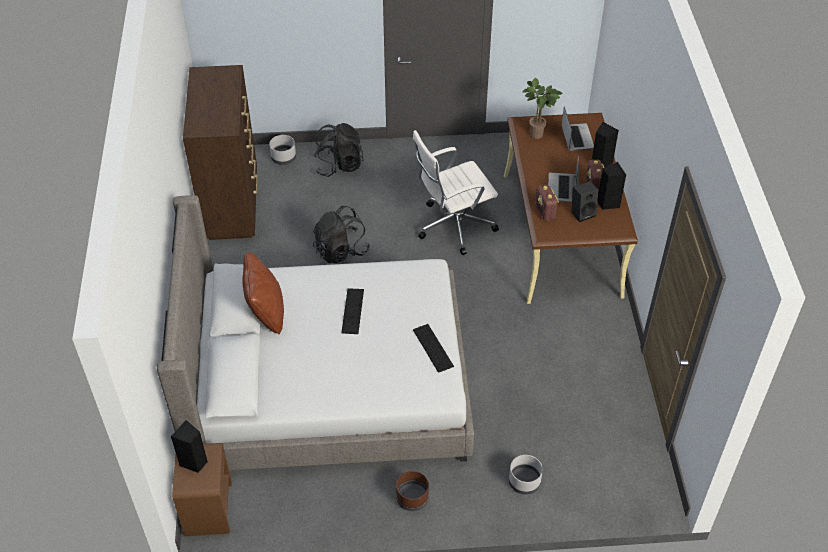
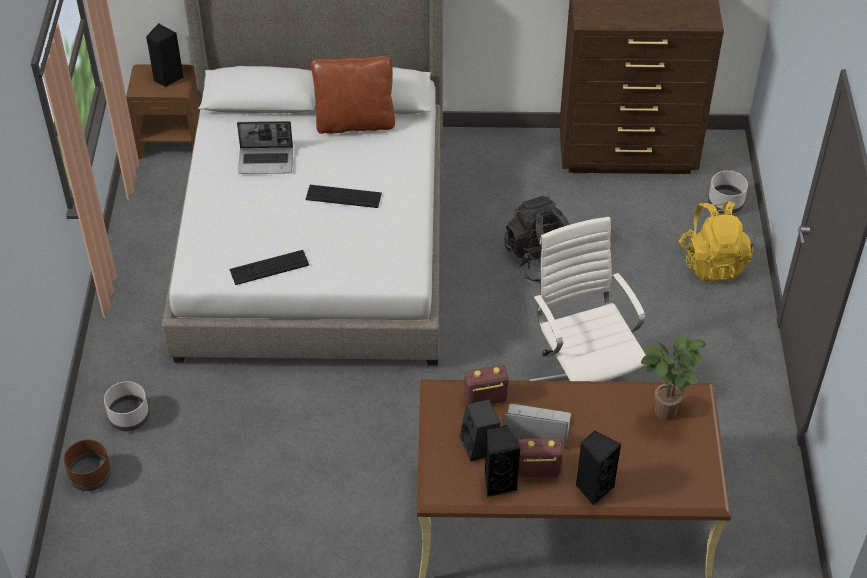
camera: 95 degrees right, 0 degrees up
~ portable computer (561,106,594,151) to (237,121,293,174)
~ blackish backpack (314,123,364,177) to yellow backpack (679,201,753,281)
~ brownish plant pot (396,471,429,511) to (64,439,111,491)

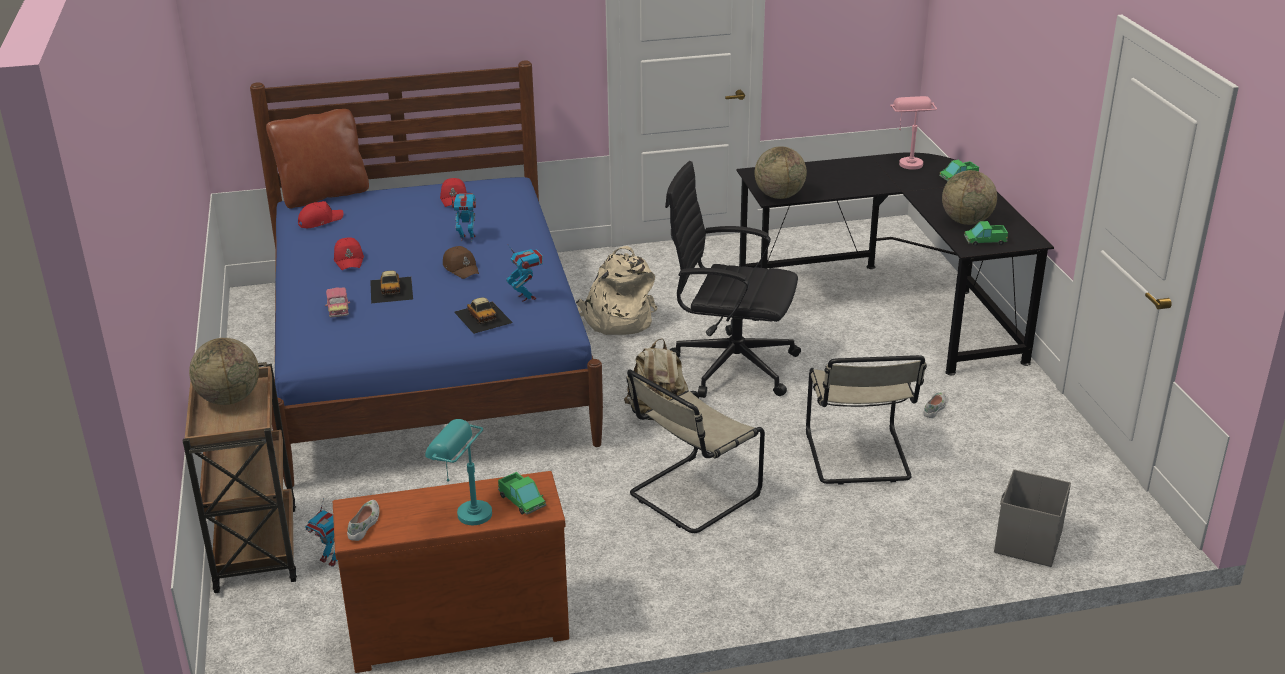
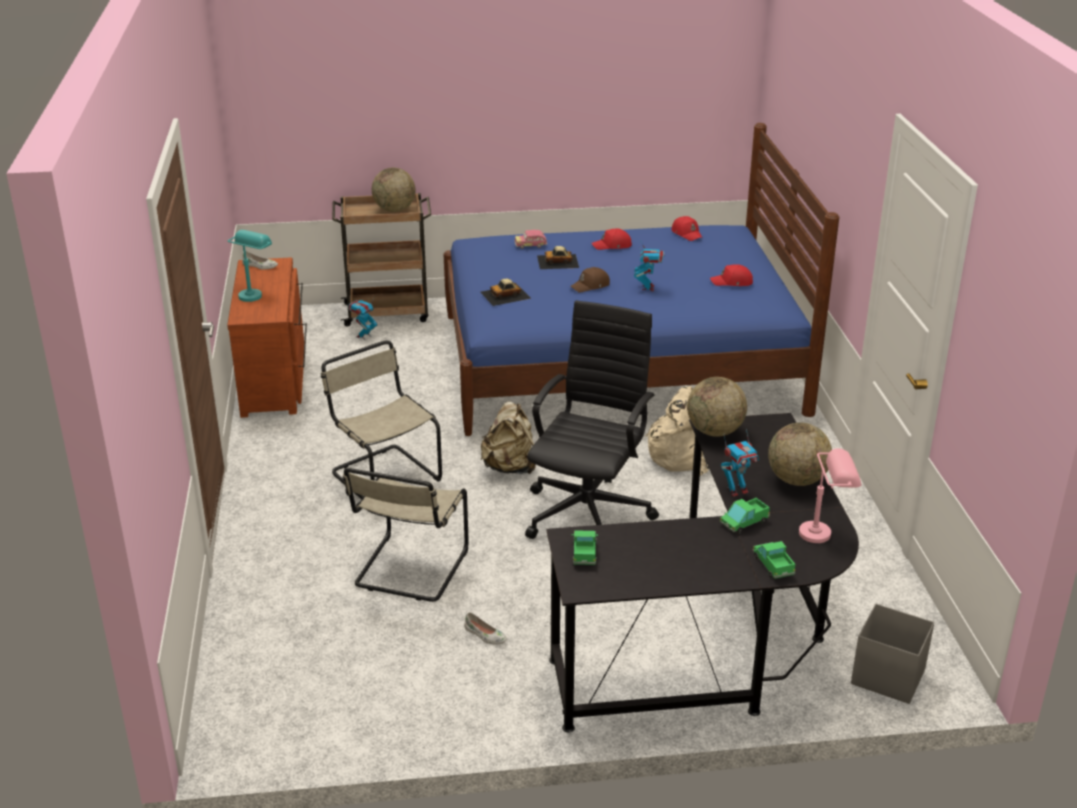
camera: 95 degrees right, 0 degrees up
- brownish cushion (266,109,369,209)
~ globe (942,170,997,225) to (768,422,832,486)
~ model robot (506,245,543,302) to (721,428,759,497)
~ beige-coloured chair (806,355,927,485) = (343,468,469,602) 75 degrees counterclockwise
~ greyish storage bin (994,469,1071,567) to (851,604,934,704)
~ model truck (498,472,546,515) to (720,498,770,533)

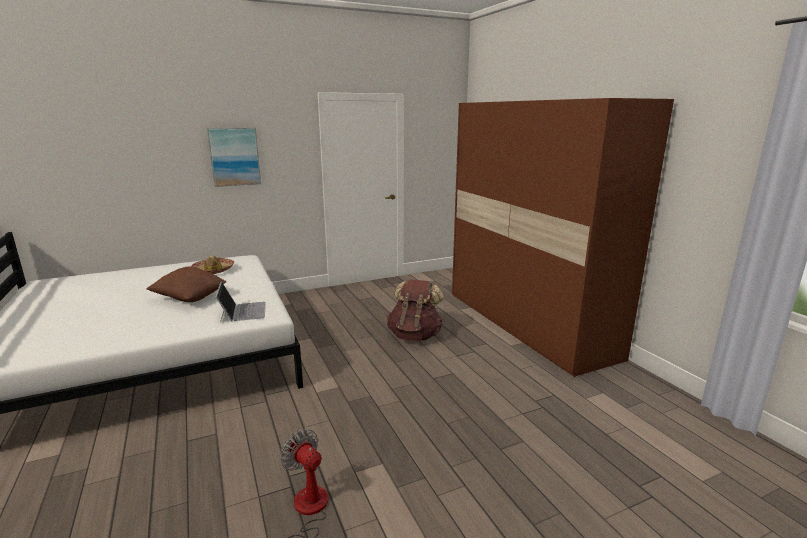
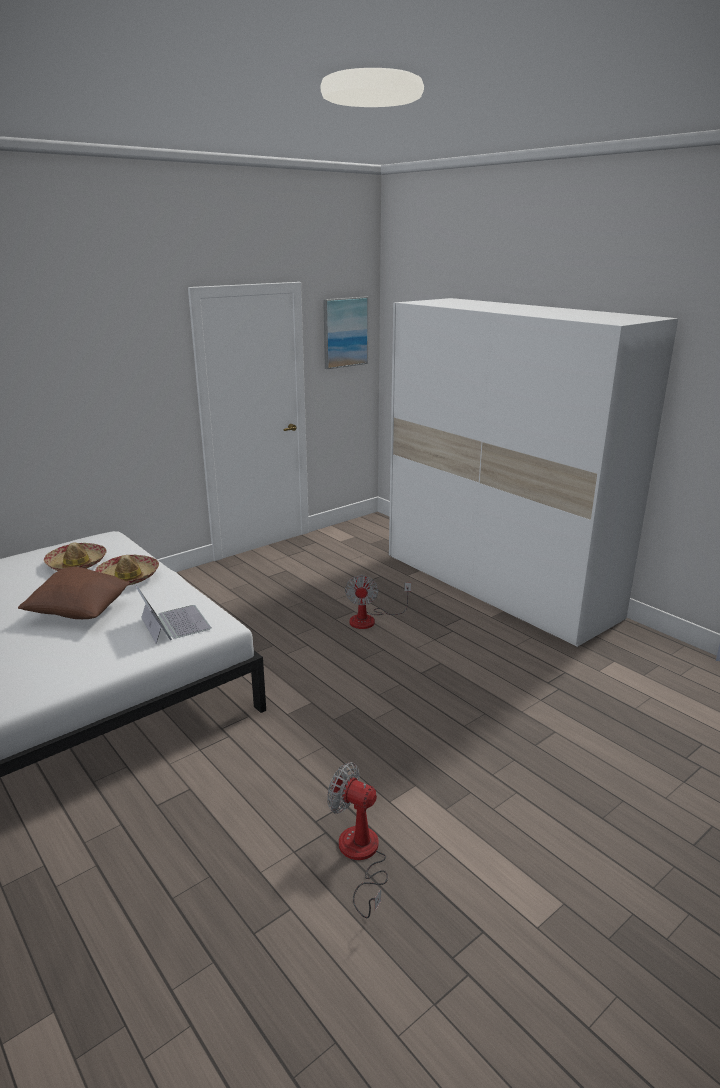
camera: 15 degrees left, 5 degrees up
~ brownish clothes cupboard (452,98,674,377) to white clothes cupboard (389,298,678,647)
~ wall picture (207,128,261,187) to (323,296,368,369)
~ brownish backpack (387,279,444,341) to fan (345,574,411,629)
+ clothing hat (95,554,159,586)

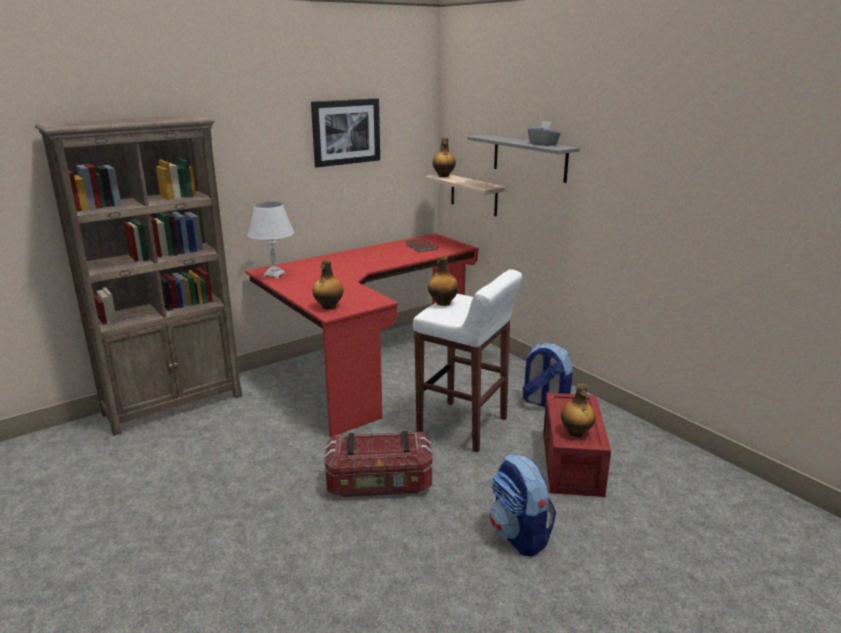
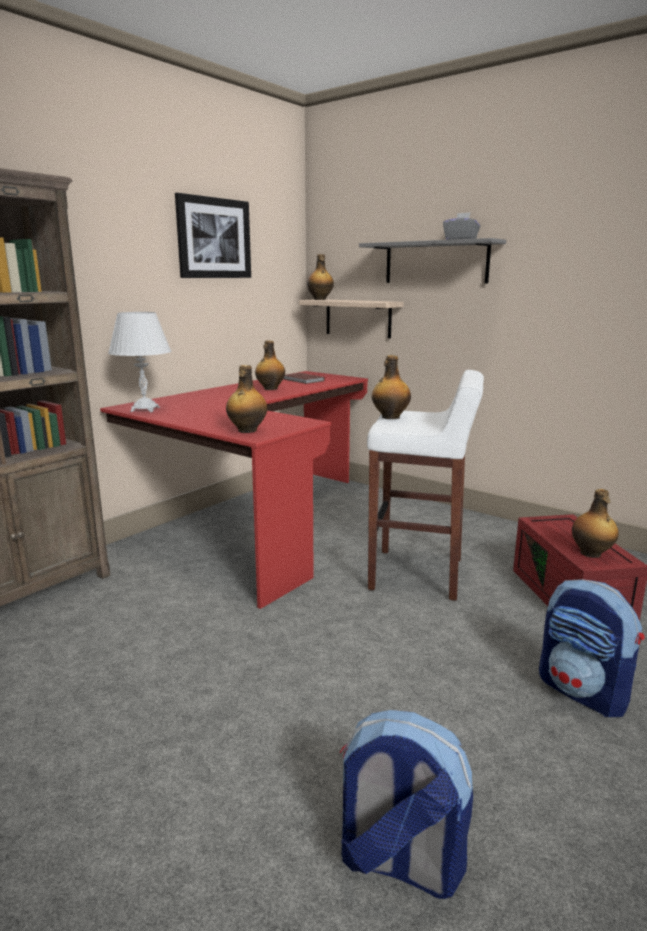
camera: 15 degrees left, 5 degrees down
~ backpack (523,343,573,407) to (339,710,473,899)
- storage bin (324,431,433,497)
+ bottle (255,341,285,390)

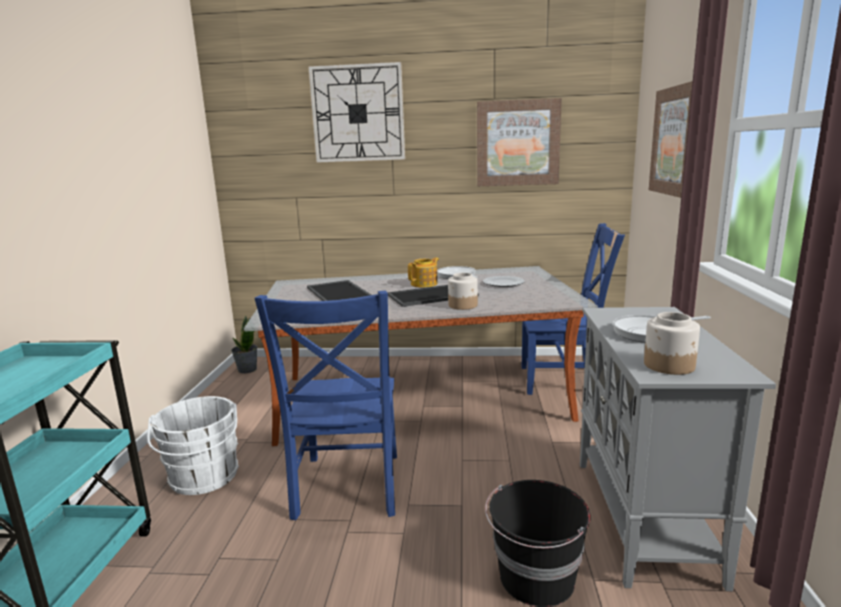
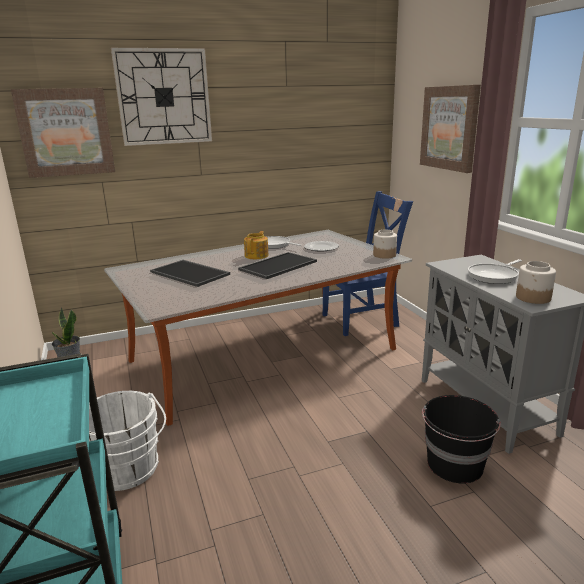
camera: 25 degrees left, 5 degrees up
~ wall picture (477,98,562,186) to (11,88,115,178)
~ preserve jar (448,273,478,310) to (373,229,397,259)
- bluish chair (255,291,397,520)

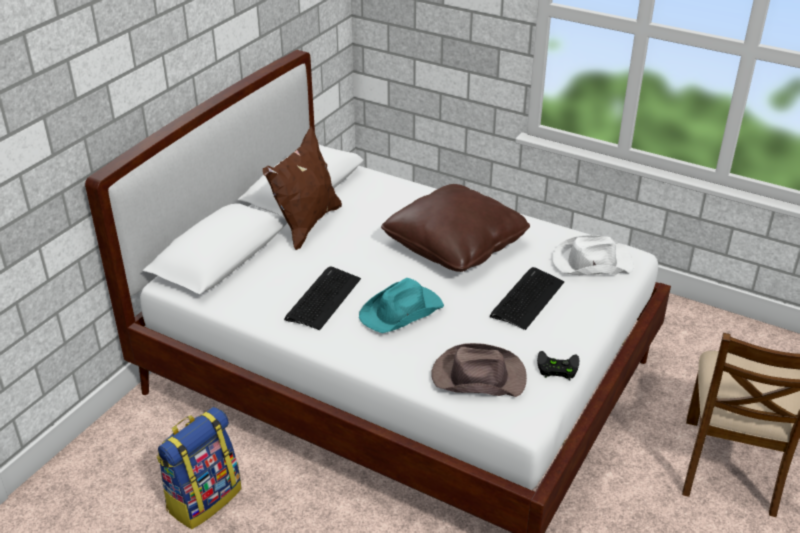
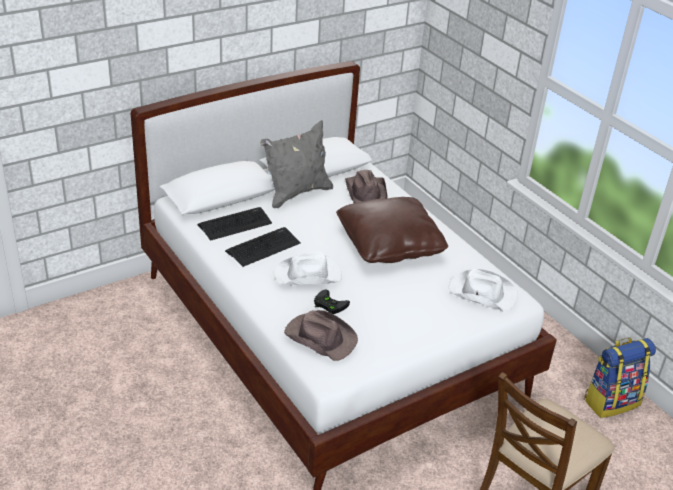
camera: 25 degrees right, 0 degrees up
~ brownish cushion (263,126,342,250) to greyish cushion (261,120,333,209)
~ keyboard (490,267,565,330) to (197,207,272,241)
~ blue-green clothing hat (359,278,444,333) to white clothing hat (274,251,342,285)
~ blackish gamepad (537,351,579,380) to (314,290,350,314)
~ backpack (157,407,242,529) to (584,338,656,418)
+ brownish clothing hat (345,170,388,203)

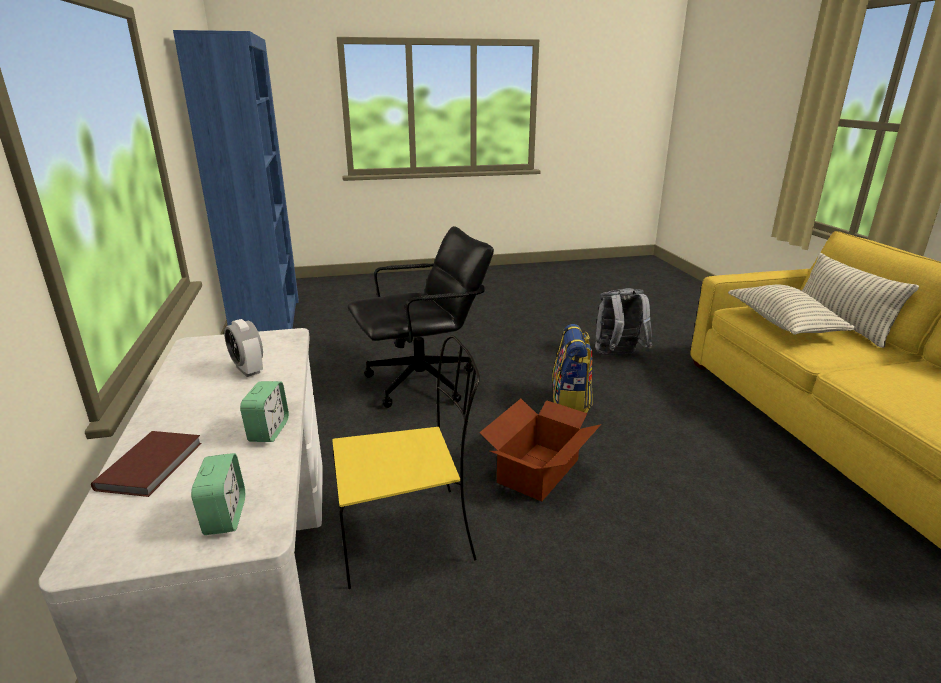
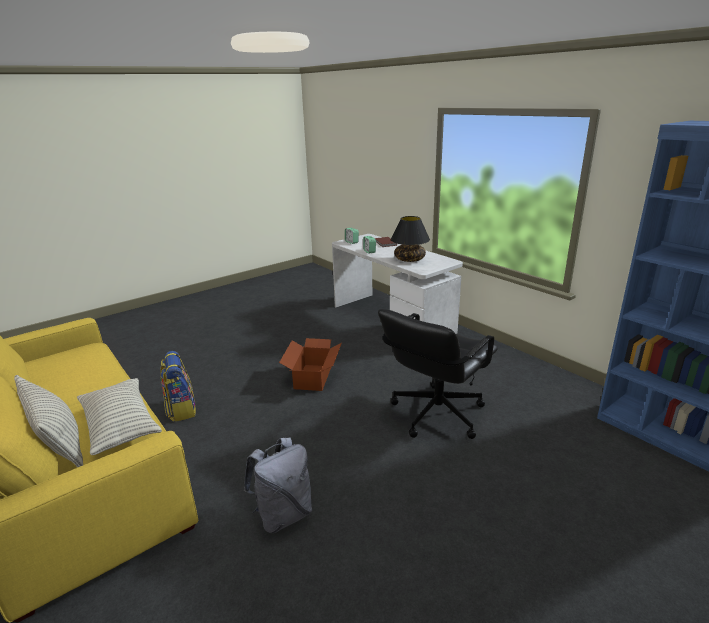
camera: 155 degrees right, 0 degrees up
~ table clock (224,319,263,377) to blackish tabletop lamp (391,216,430,262)
~ backpack (552,324,593,413) to (160,351,196,422)
- yellow chair (332,335,480,589)

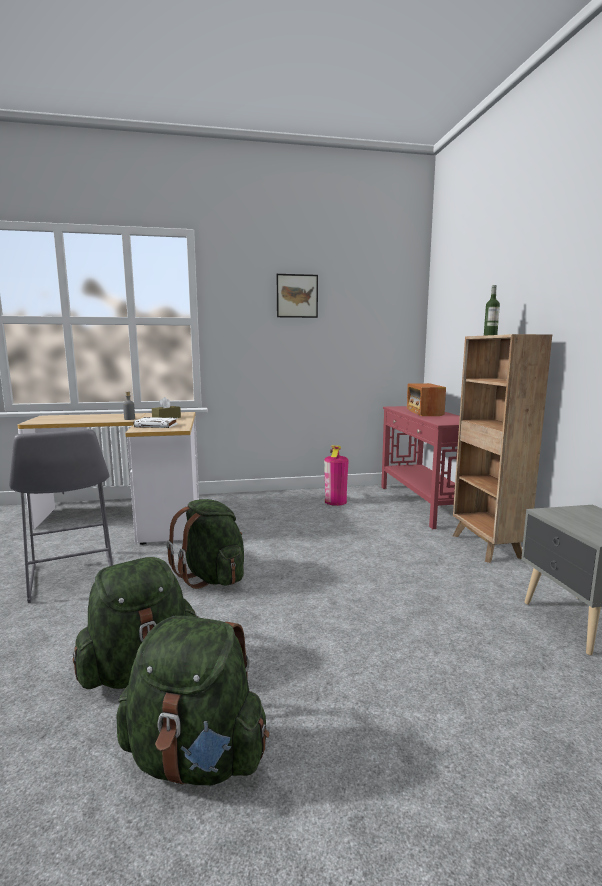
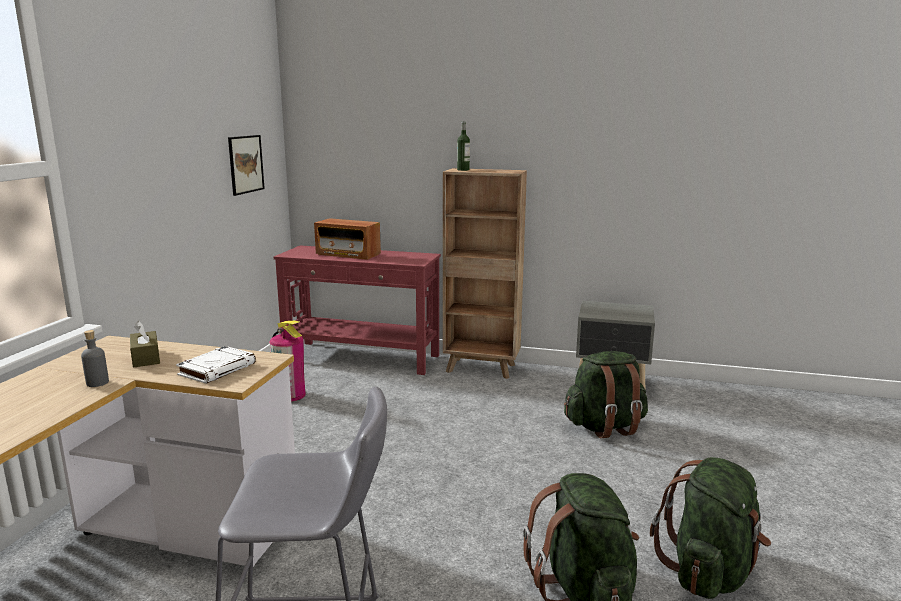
camera: 65 degrees left, 5 degrees up
~ wall picture (277,274,318,318) to (228,135,265,196)
~ green-coloured backpack (166,499,244,589) to (564,351,648,438)

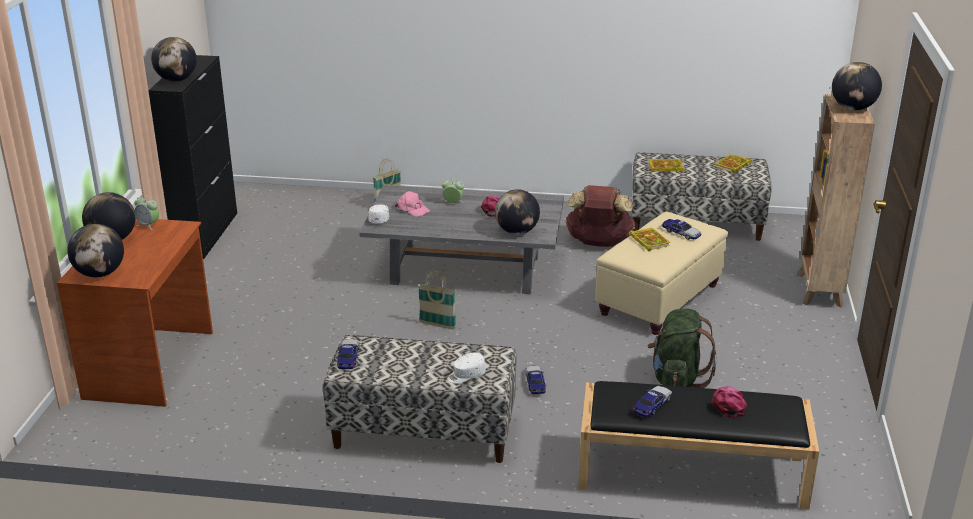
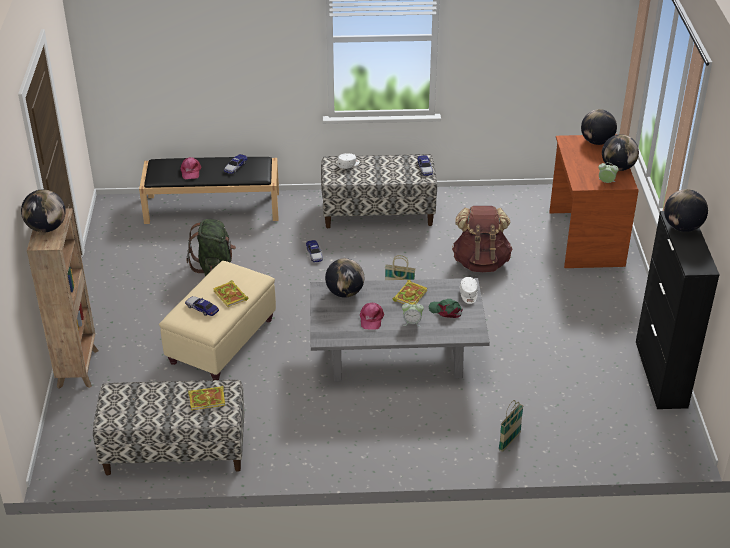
camera: 170 degrees right, 10 degrees up
~ bound book (715,154,752,173) to (393,280,427,305)
~ brownish backpack (566,185,635,247) to (452,206,513,272)
~ pink cap (395,191,430,216) to green-coloured cap (429,299,463,318)

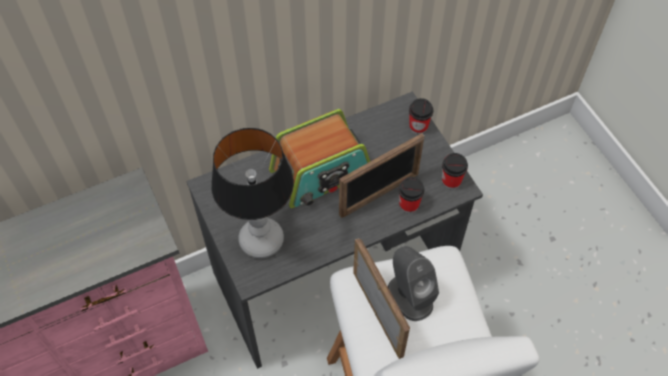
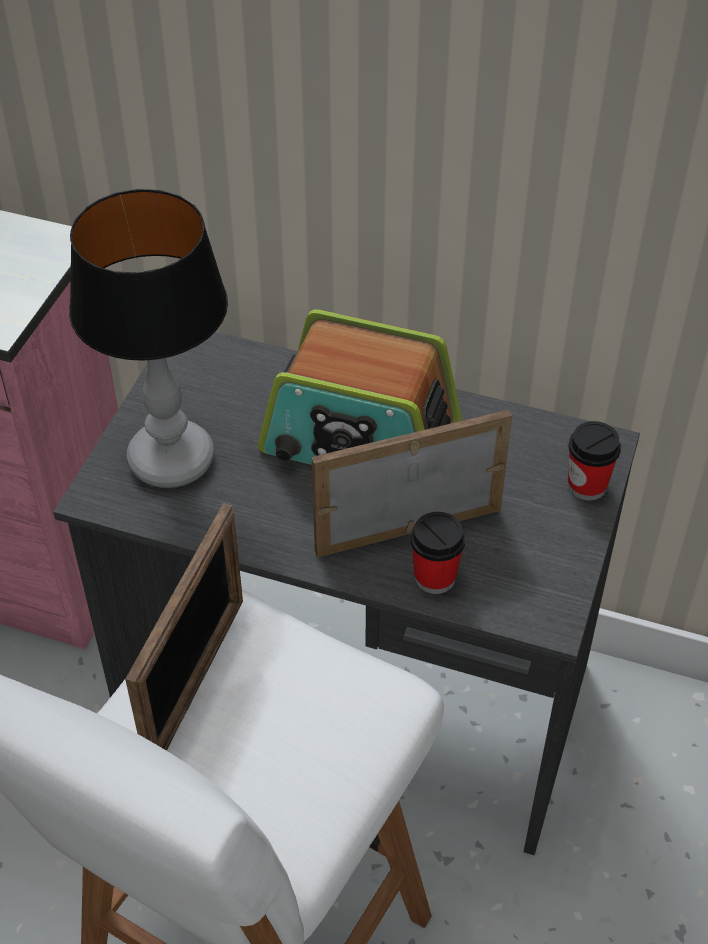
camera: 45 degrees right, 10 degrees down
~ standing frame (339,133,424,218) = (312,410,512,558) 150 degrees clockwise
- cup (442,153,468,190)
- greyish audio speaker (388,246,439,321)

